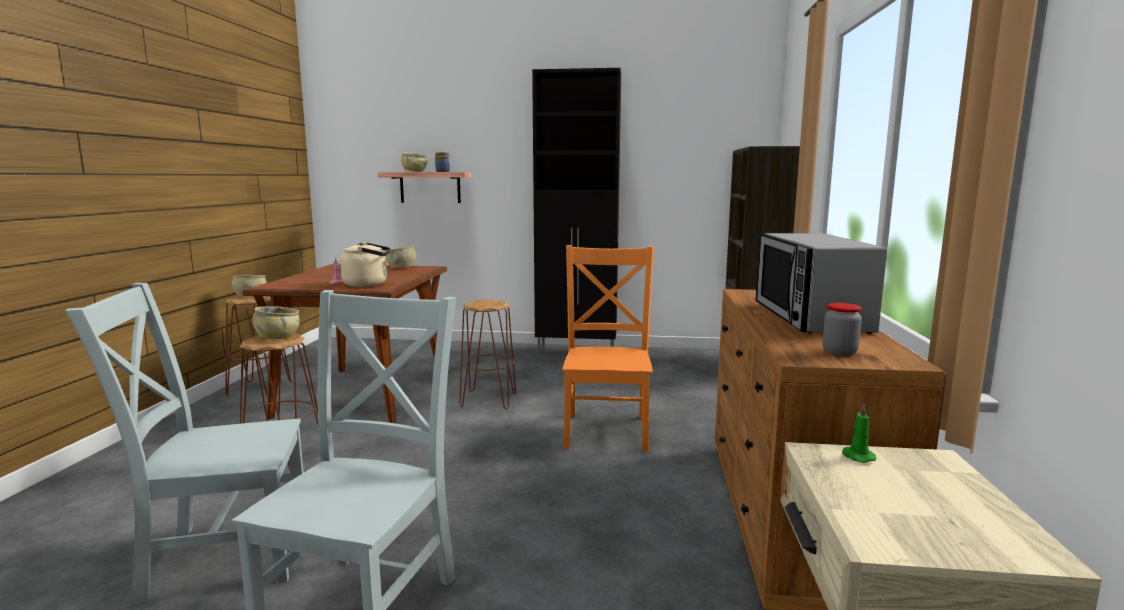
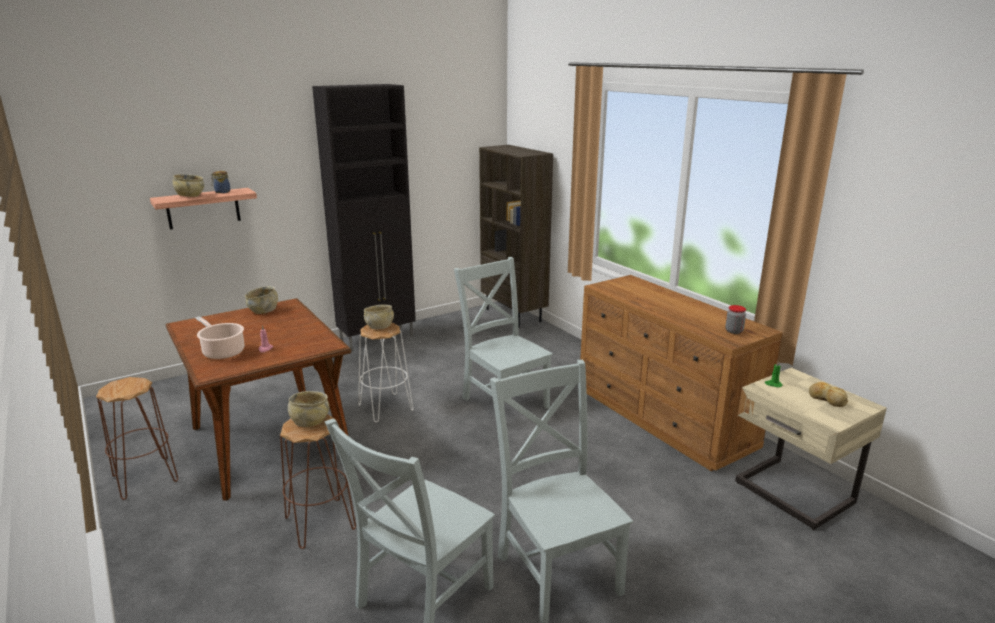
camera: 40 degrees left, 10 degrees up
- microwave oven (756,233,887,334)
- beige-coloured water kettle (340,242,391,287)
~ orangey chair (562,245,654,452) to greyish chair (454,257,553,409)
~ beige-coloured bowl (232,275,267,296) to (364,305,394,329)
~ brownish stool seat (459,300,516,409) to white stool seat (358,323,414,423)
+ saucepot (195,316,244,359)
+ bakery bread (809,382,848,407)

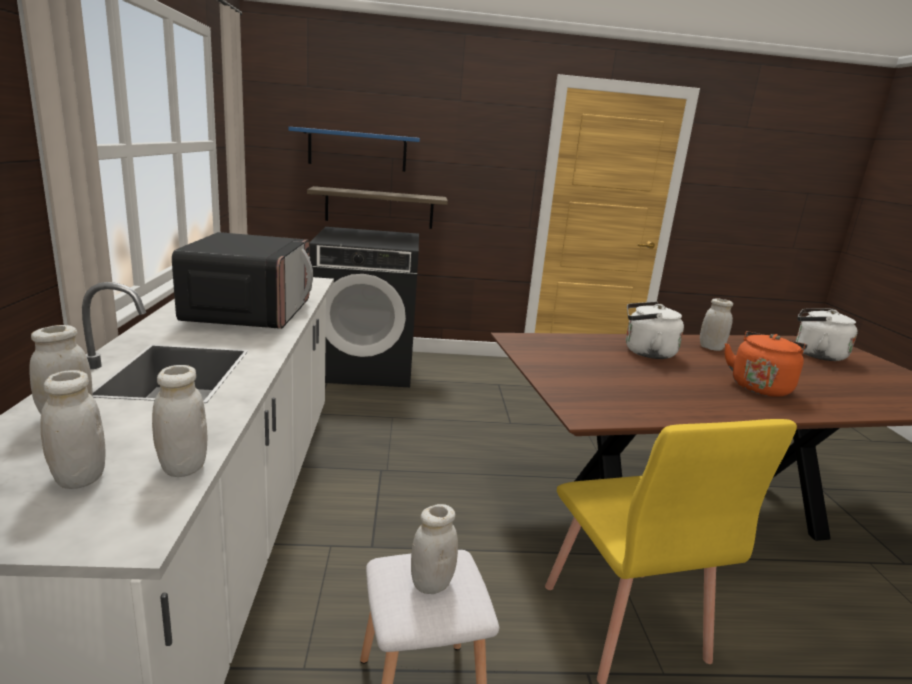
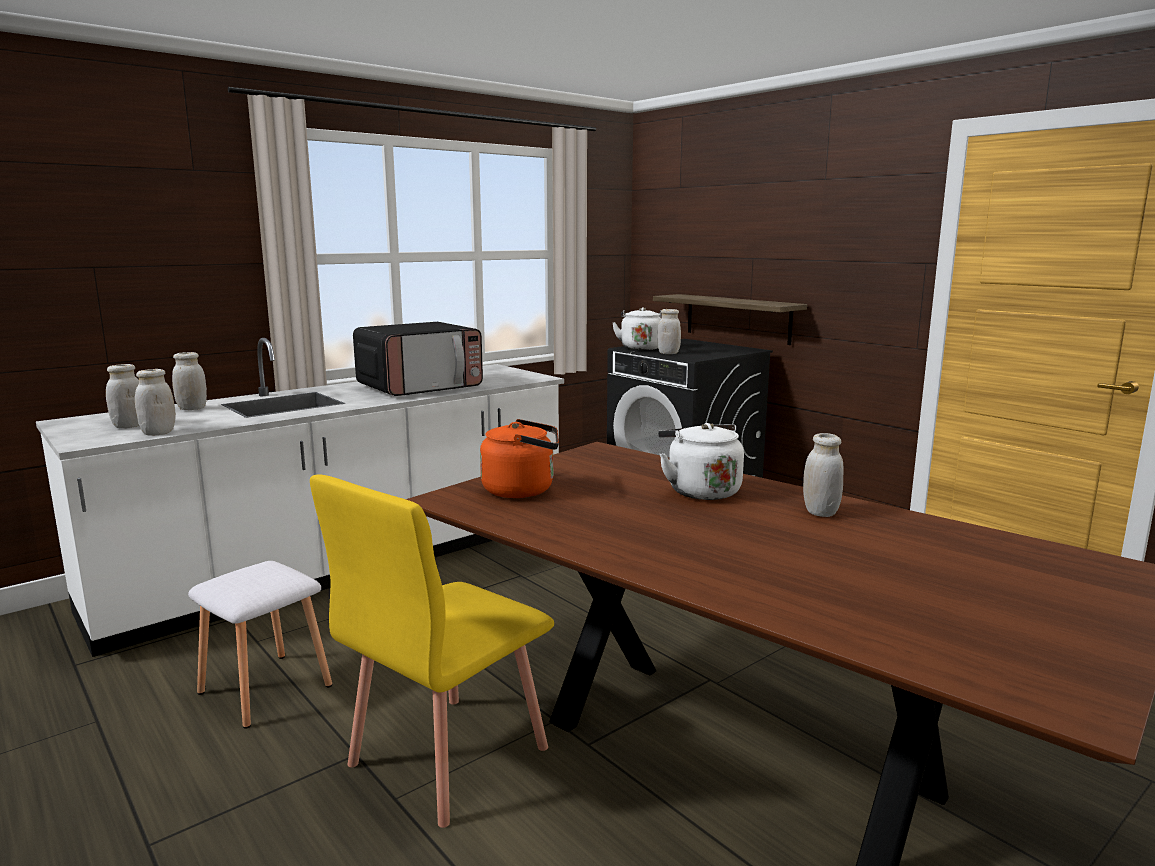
camera: 55 degrees right, 5 degrees down
- bluish wall shelf (288,127,420,172)
~ white water kettle (796,308,858,361) to (612,307,661,350)
~ orangey water kettle (725,331,807,397) to (480,419,559,498)
~ white preserve jar (411,504,458,594) to (657,309,681,354)

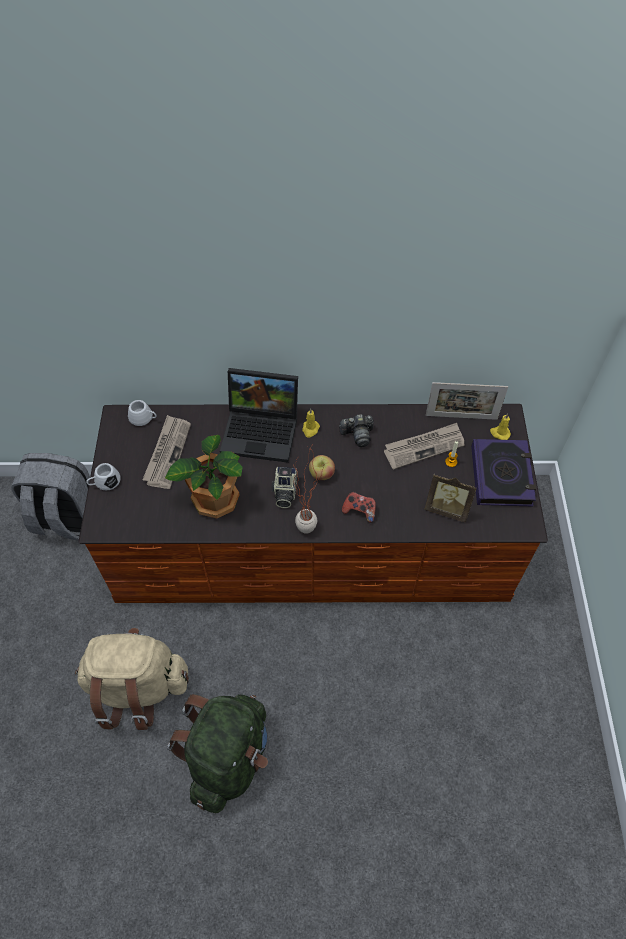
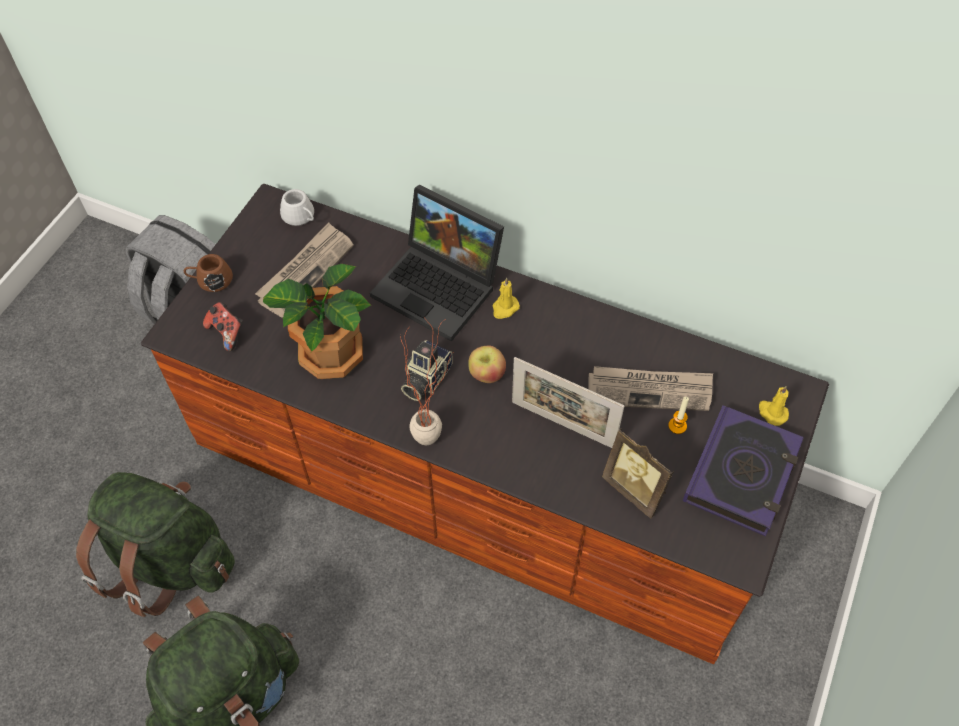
camera: 25 degrees right, 0 degrees up
~ standing frame (426,382,508,420) to (512,357,624,448)
- still camera (339,414,374,447)
~ white tea mug (86,463,121,490) to brownish tea mug (184,254,233,292)
~ gamepad (342,492,376,523) to (203,302,243,351)
~ beige-coloured backpack (75,628,189,730) to green-coloured backpack (76,472,235,617)

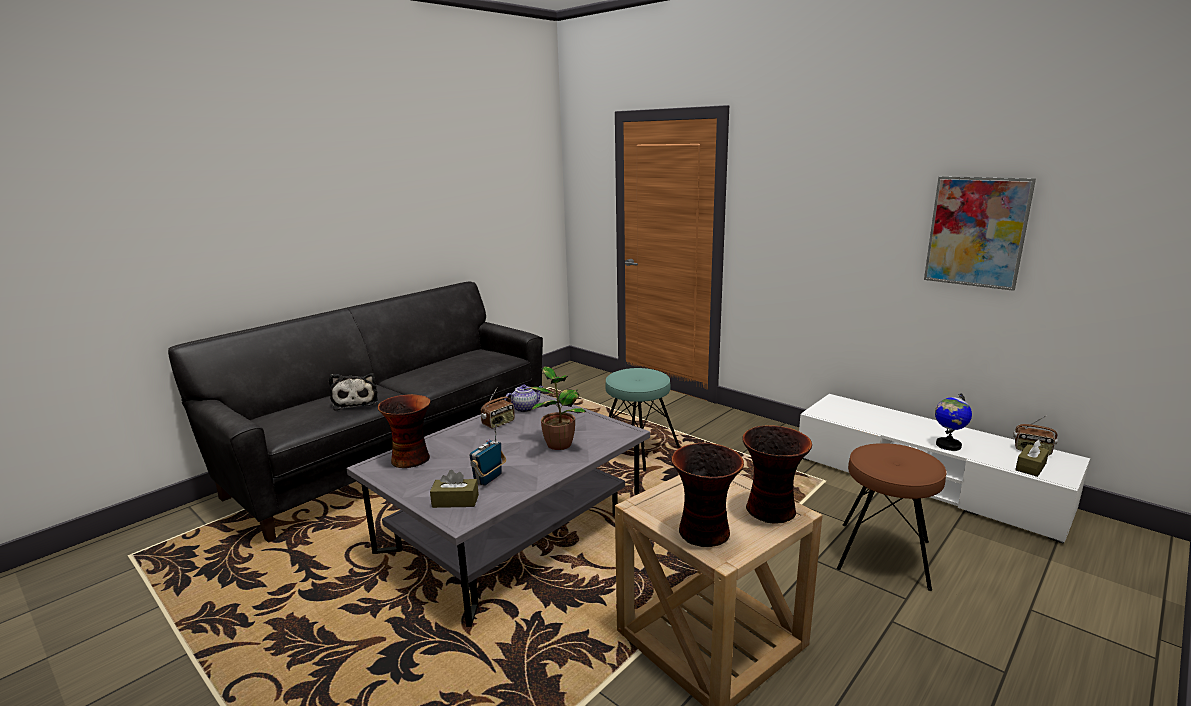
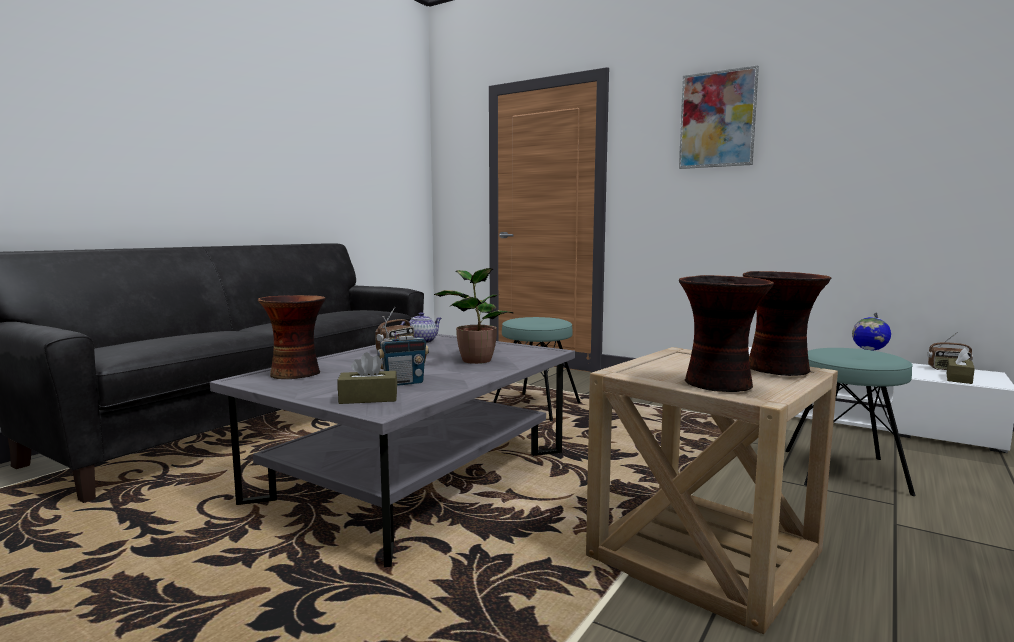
camera: 10 degrees left, 10 degrees down
~ wall picture (924,176,1036,291) to (679,65,759,169)
- cuddly toy (329,373,378,410)
~ radio receiver (469,425,506,486) = (377,316,429,386) 135 degrees counterclockwise
~ brownish stool seat (837,443,947,591) to blue-green stool seat (785,348,916,496)

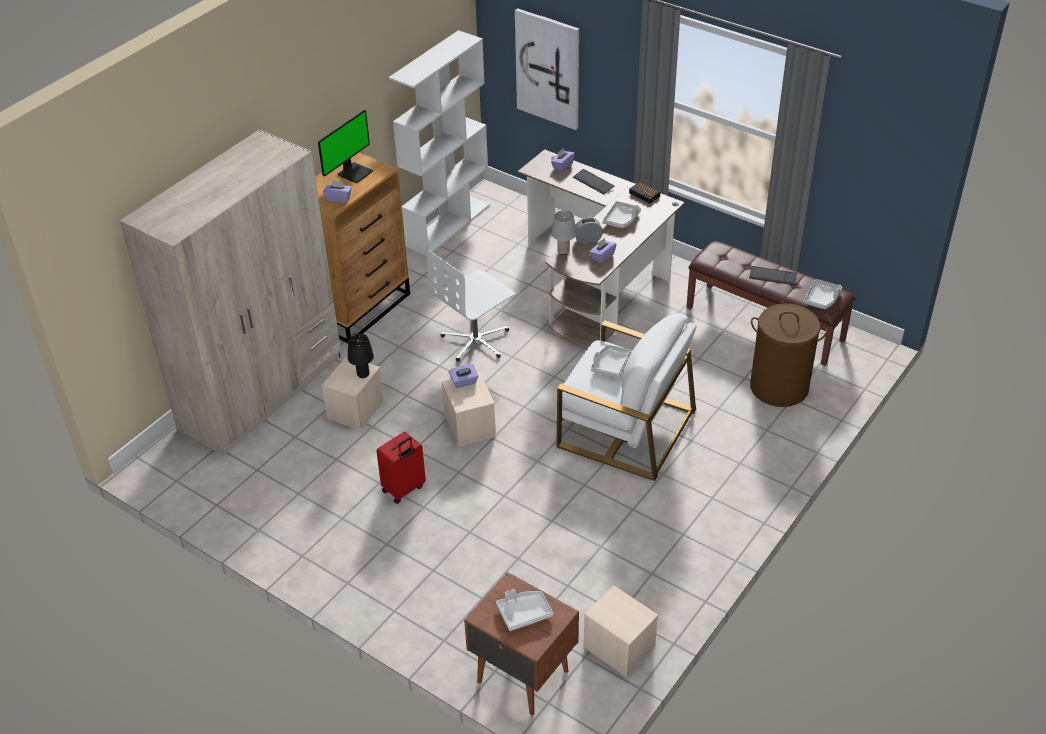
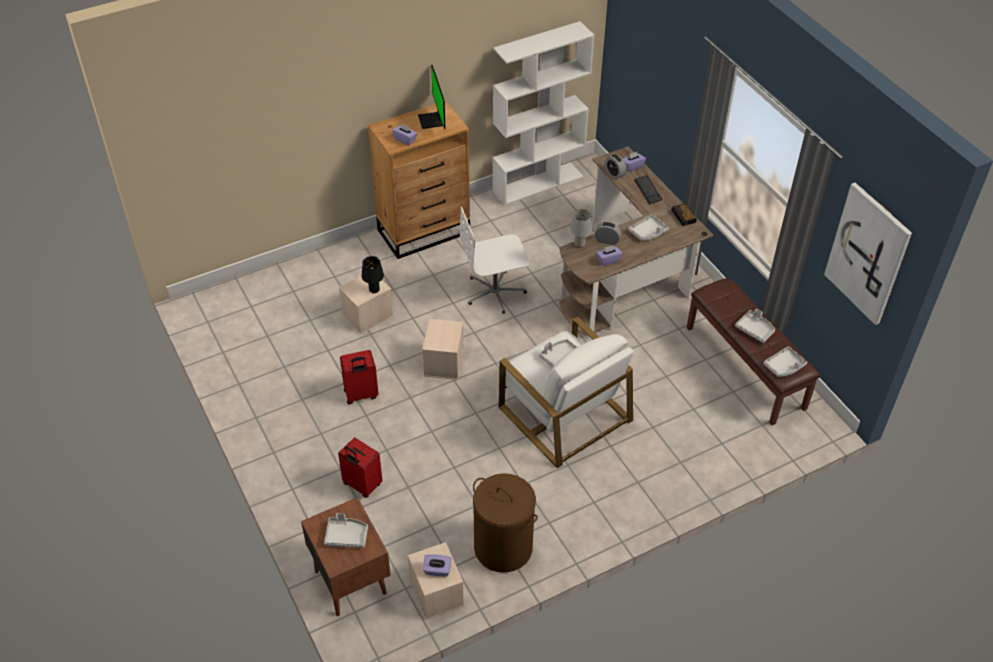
camera: 25 degrees right, 5 degrees up
~ wall picture (515,8,579,130) to (824,183,912,325)
~ computer screen (318,110,373,183) = (418,65,445,129) 105 degrees clockwise
- beige-coloured clothes cupboard (119,130,341,456)
~ keyboard (749,266,797,285) to greyish tray (735,309,775,343)
~ brownish washing basket (750,303,827,407) to (473,473,538,573)
~ purple tissue holder (449,364,478,388) to (423,554,452,577)
+ table clock (605,154,627,179)
+ reddish travel case (338,437,383,498)

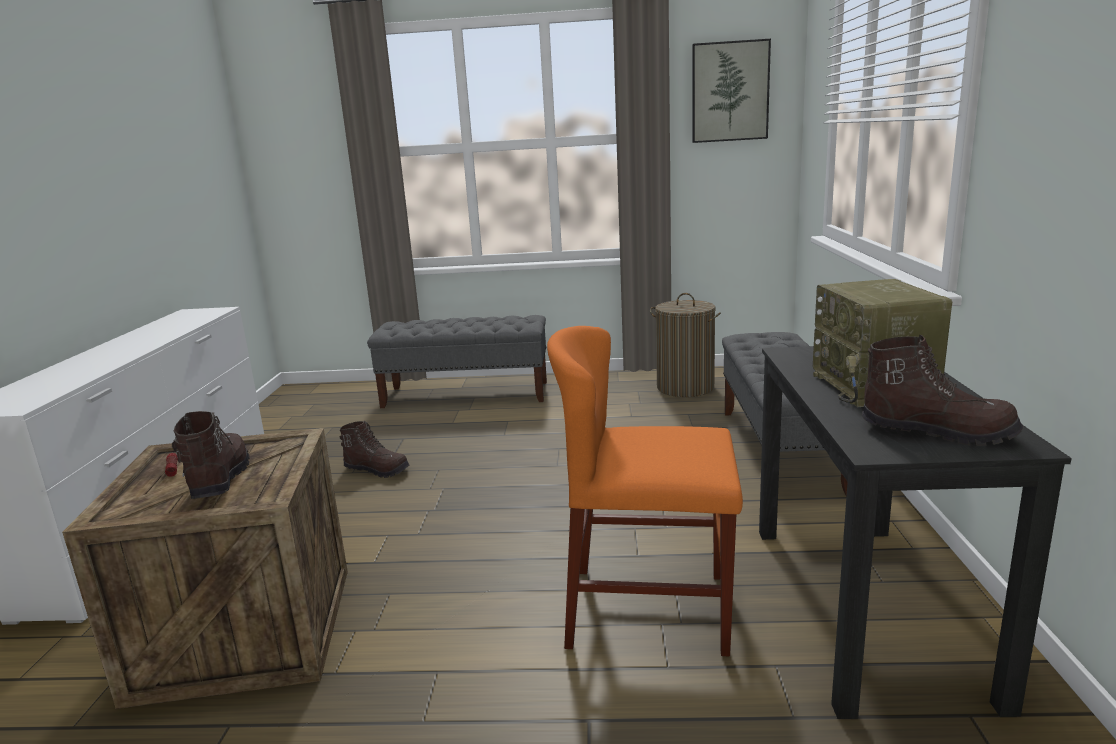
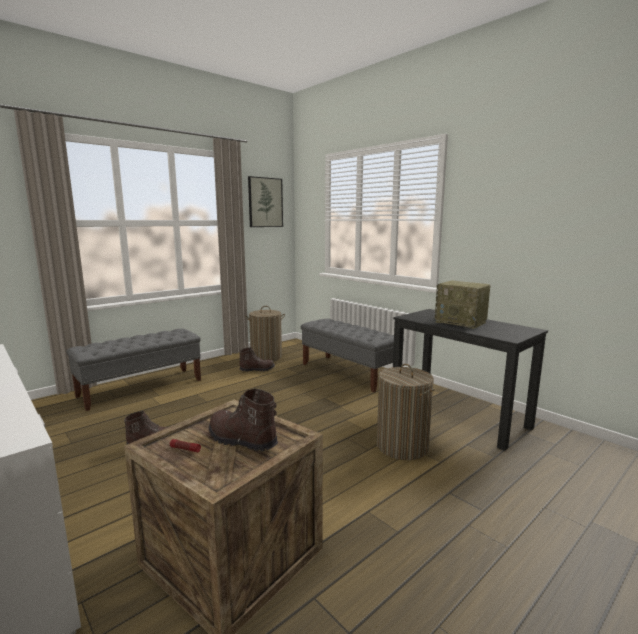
camera: 45 degrees left, 5 degrees down
~ orangey chair (547,326,743,657) to washing basket (377,364,434,460)
~ brownish high-top boot (862,335,1023,446) to (239,347,275,371)

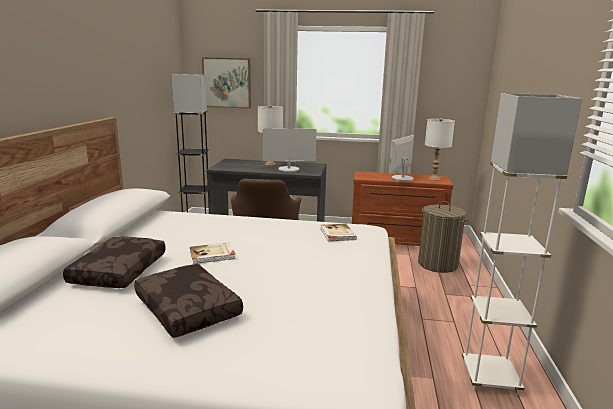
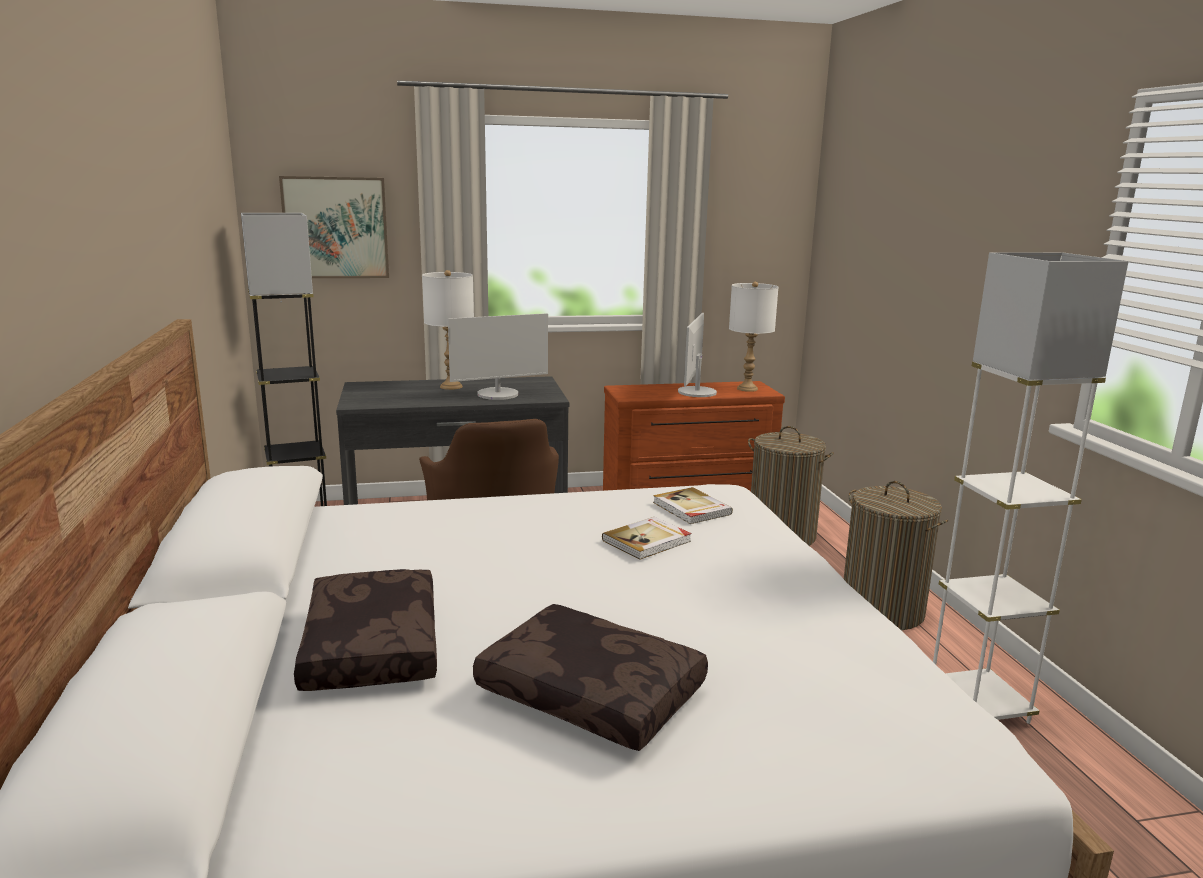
camera: 20 degrees left, 0 degrees up
~ bound book (190,242,235,264) to (602,517,692,560)
+ washing basket (844,481,948,630)

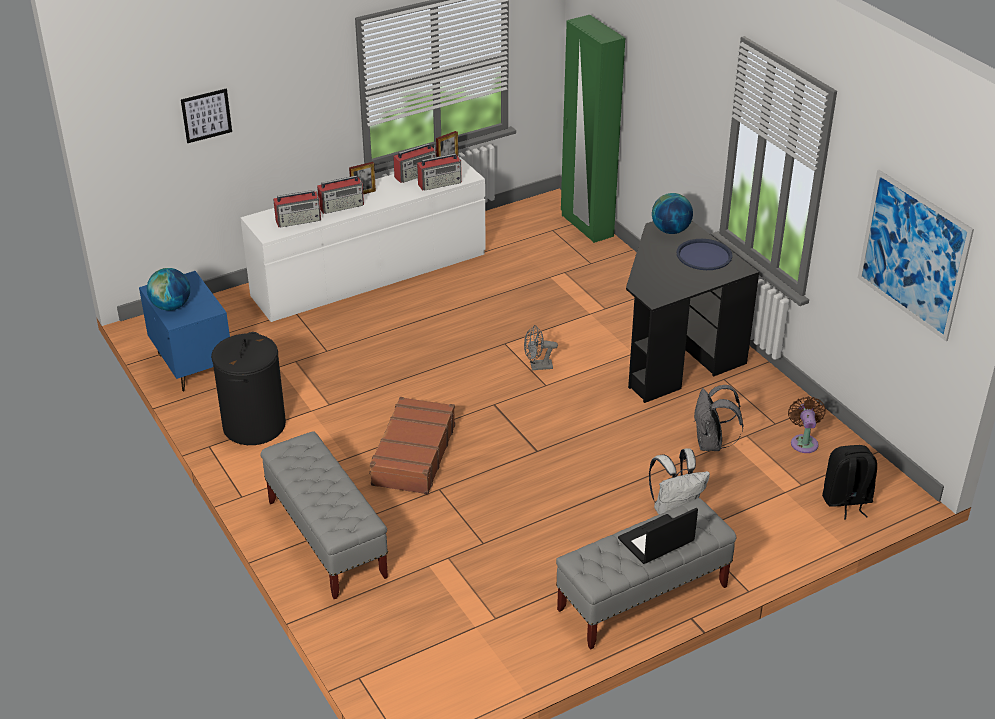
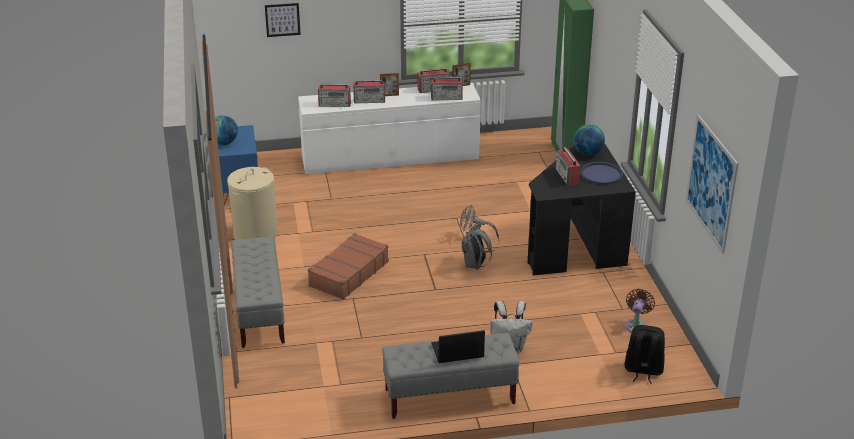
camera: 20 degrees right, 5 degrees down
~ blackish washing basket (211,332,286,445) to beige-coloured washing basket (227,167,278,240)
~ greyish backpack (694,385,744,451) to (462,221,499,269)
+ radio receiver (555,147,581,186)

